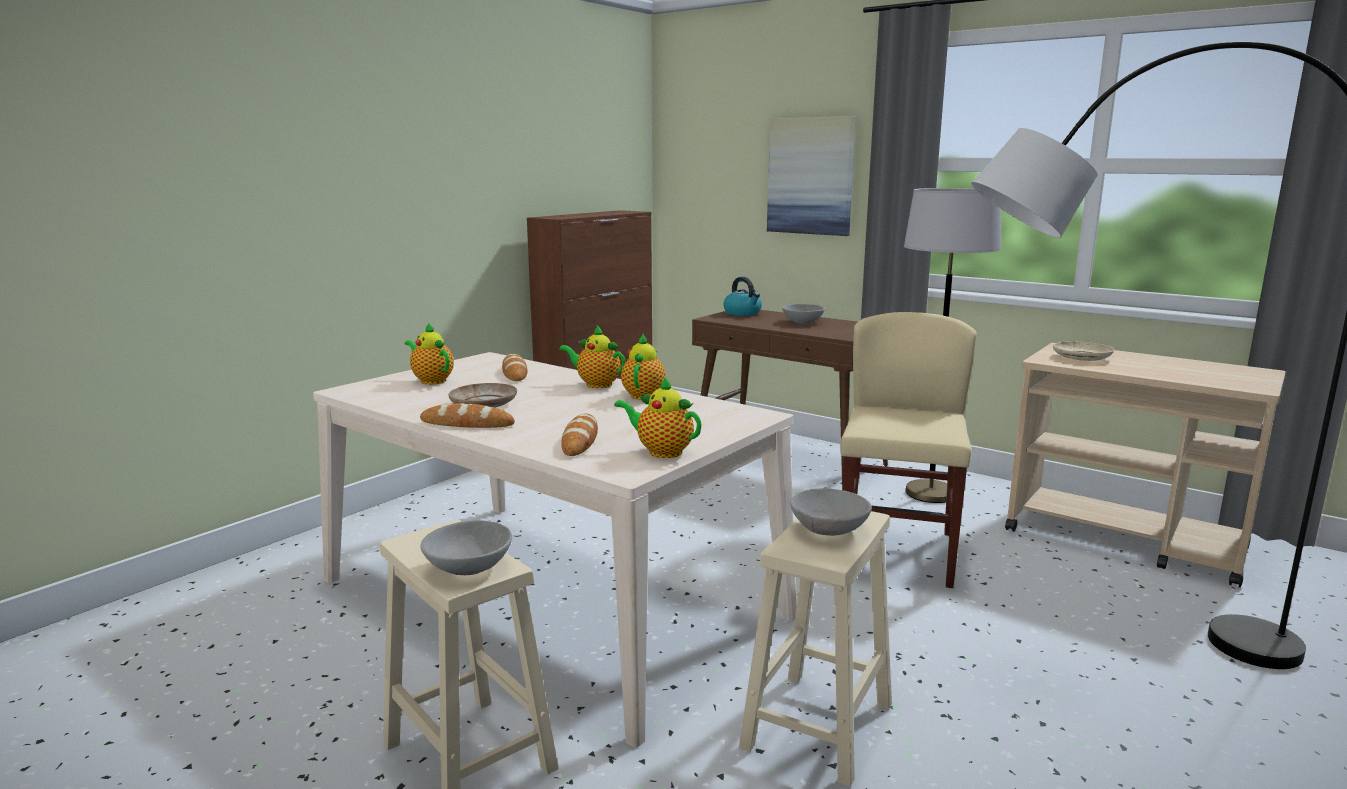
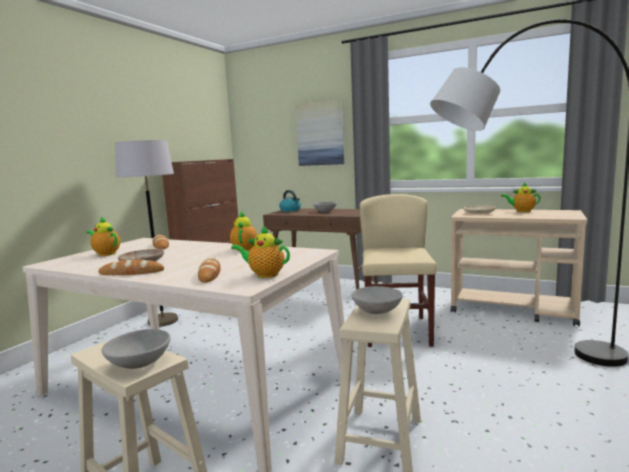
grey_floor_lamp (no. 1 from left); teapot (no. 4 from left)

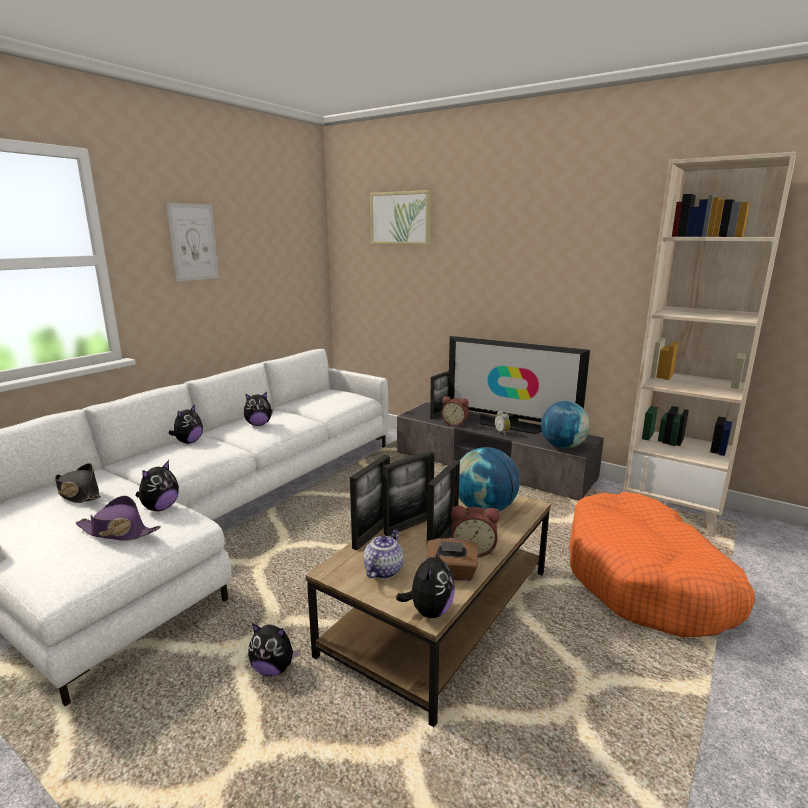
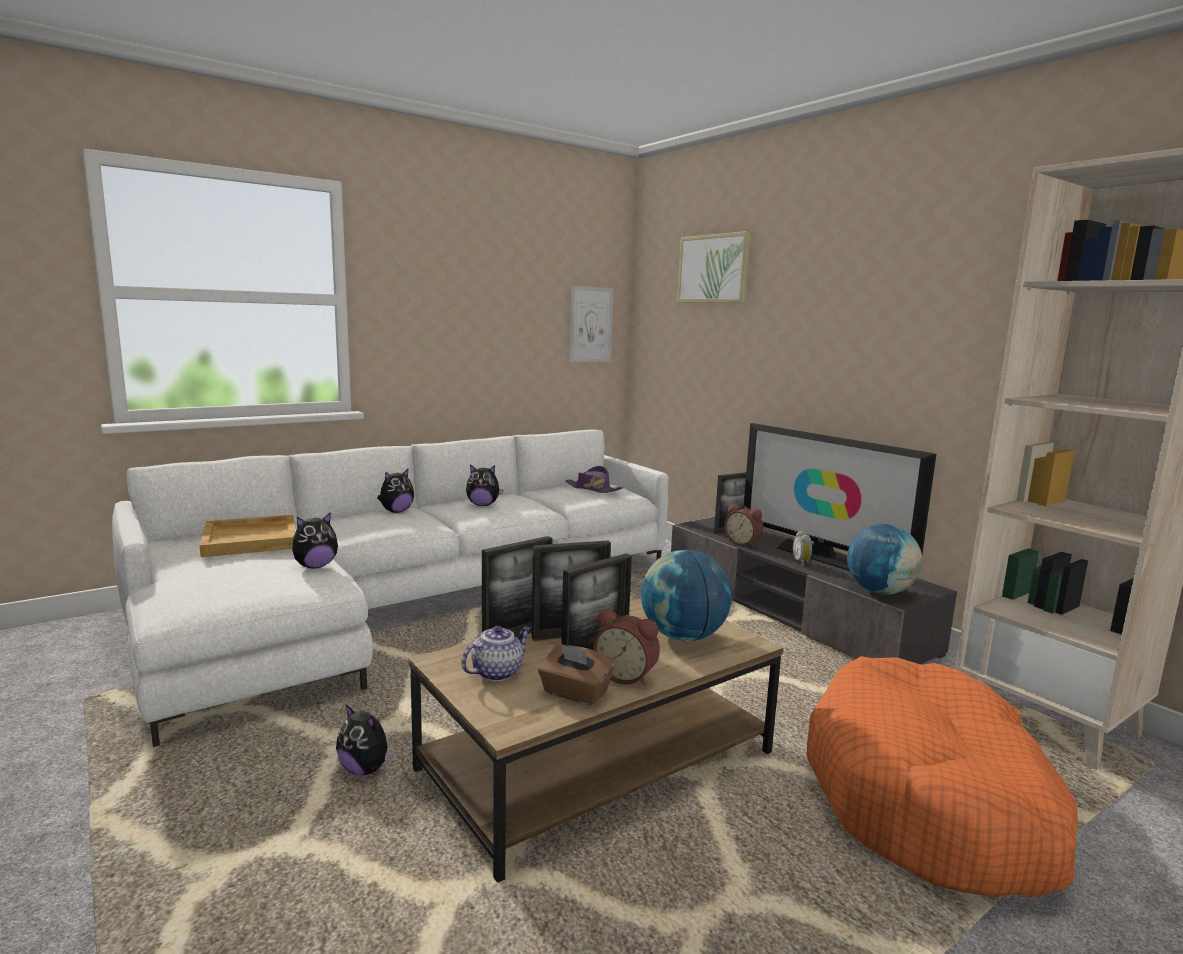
beige_tray; purple_hat; picture (no. 1 from left); plush_toy (no. 5 from left in the first image)

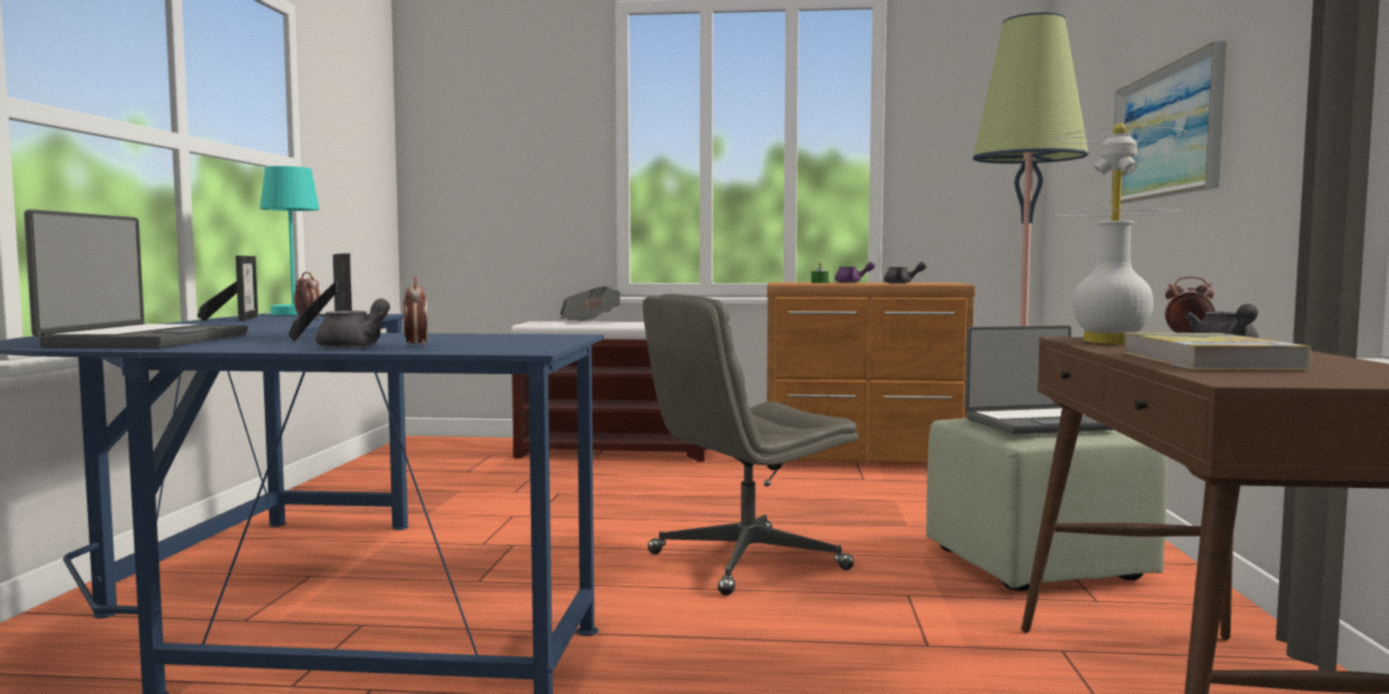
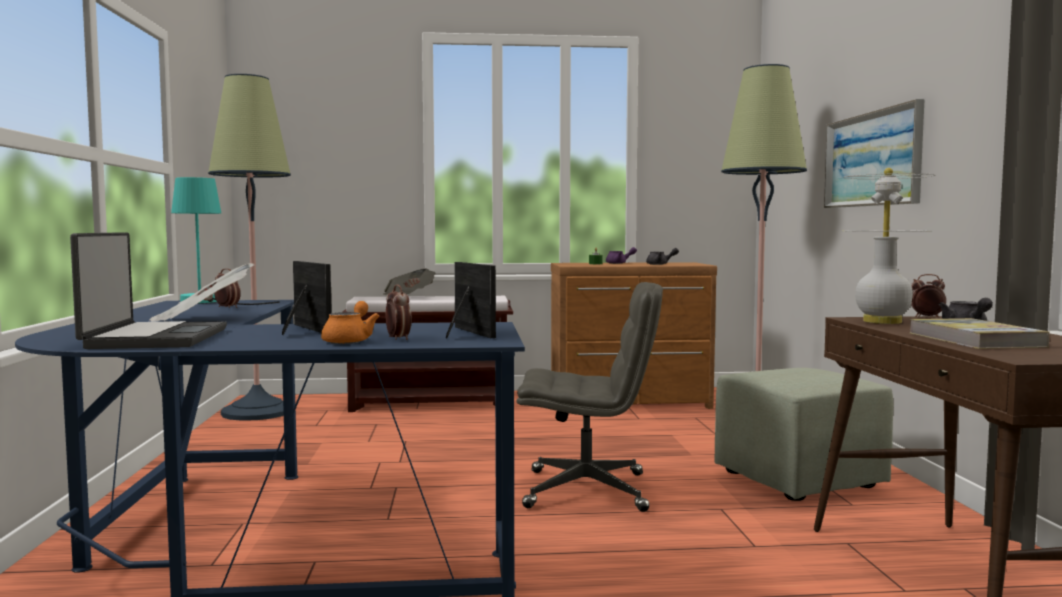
newspaper (no. 1 from left); floor_lamp (no. 1 from left); orange_teapot; picture_frame (no. 2 from left); grey_office_chair; laptop (no. 2 from left in the first image)

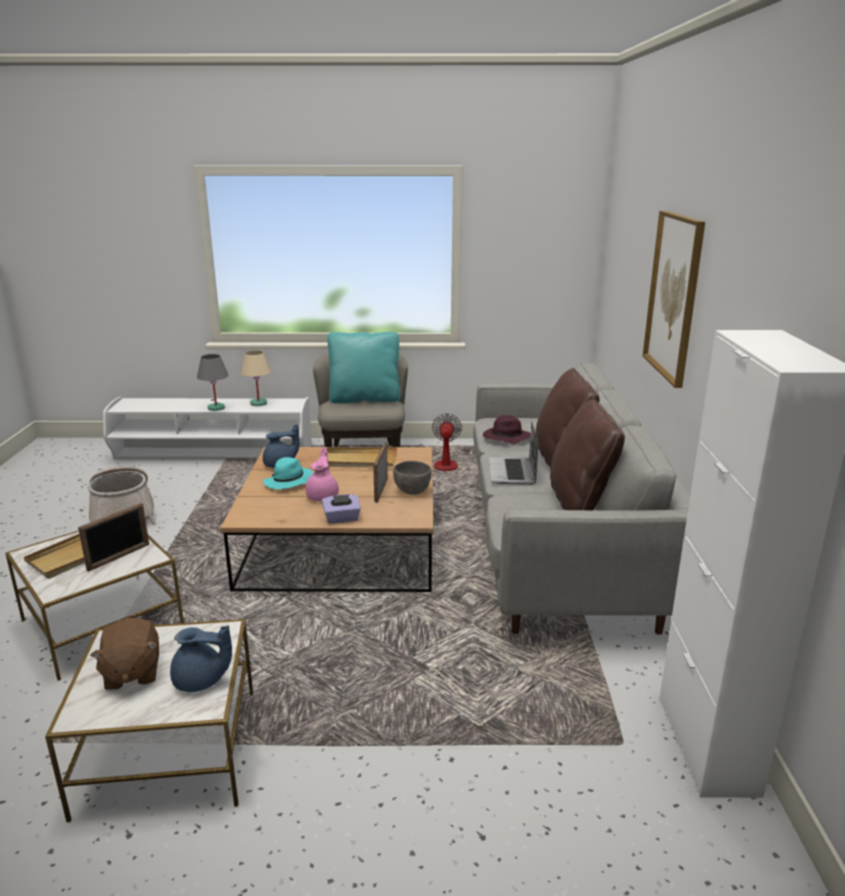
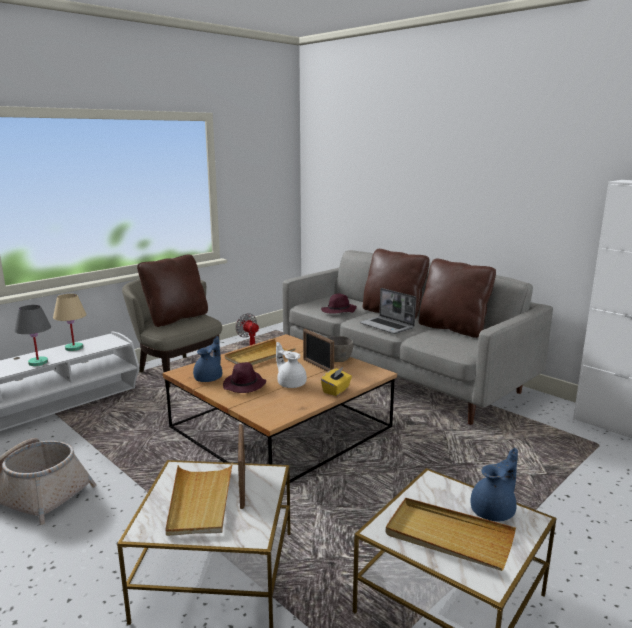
brown_pillow (no. 1 from left); purple_hat (no. 1 from left); white_teapot; yellow_tissue_box; beige_tray (no. 3 from left); picture

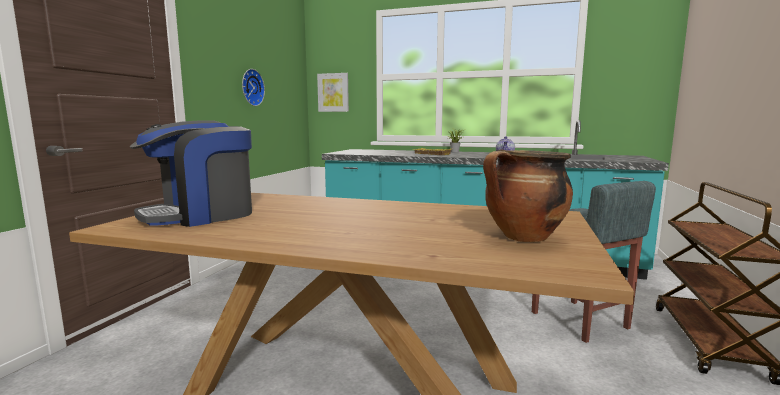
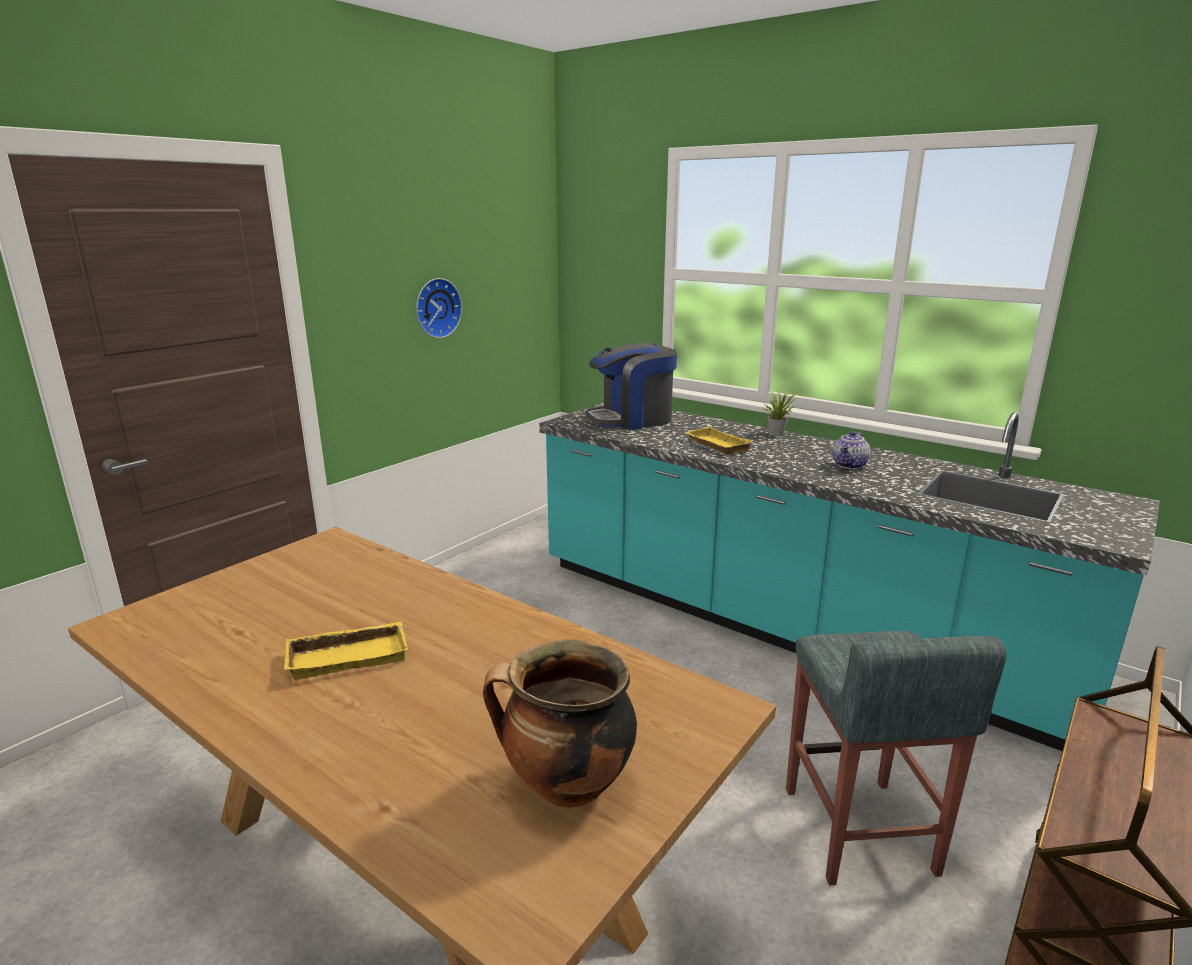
yellow_tray (no. 1 from left); coffee_machine; picture

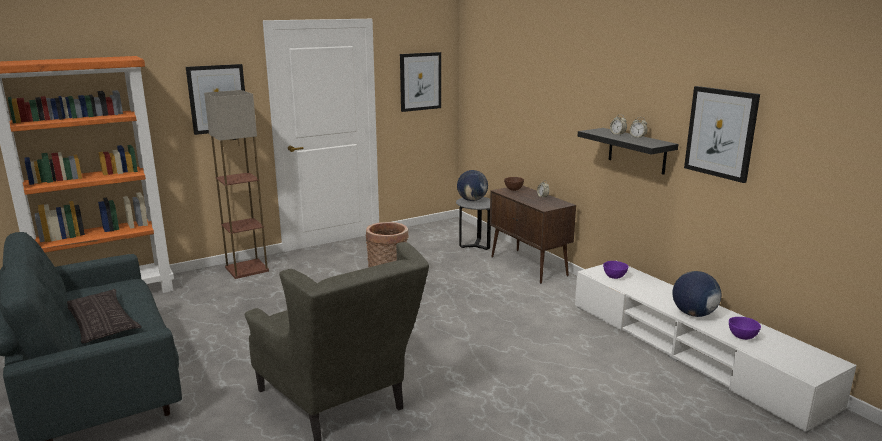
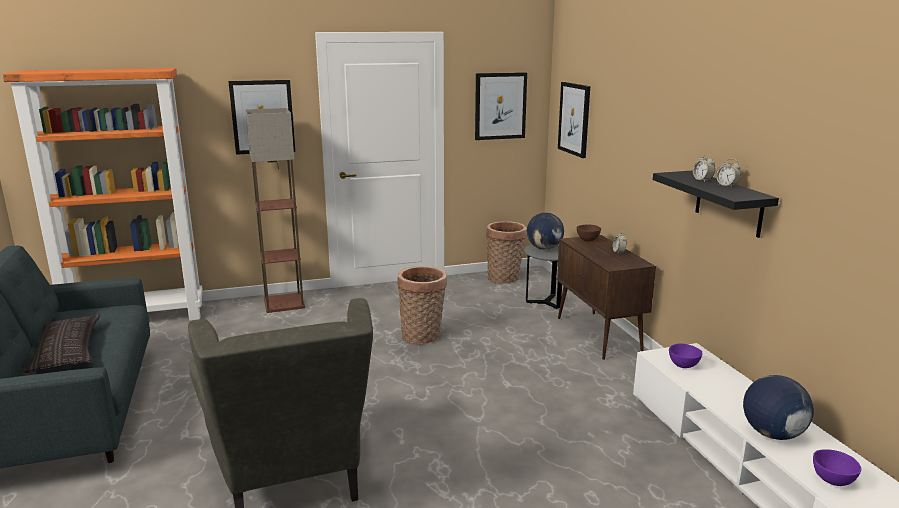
basket (no. 2 from left); picture (no. 3 from left)

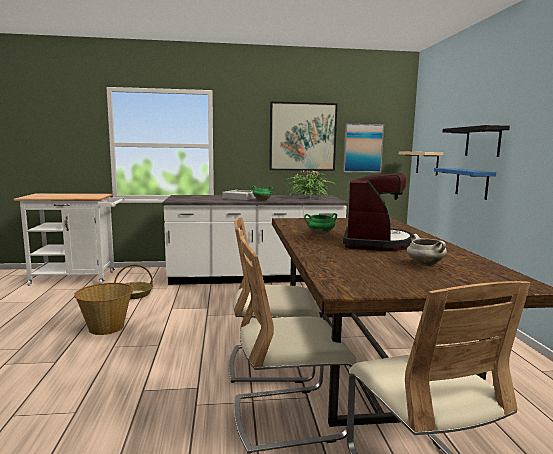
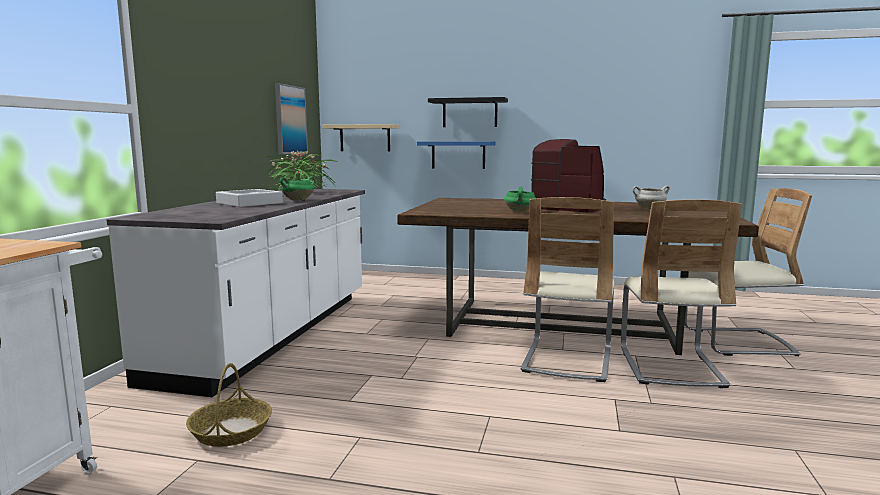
basket (no. 1 from left in the first image); picture (no. 1 from left in the first image)

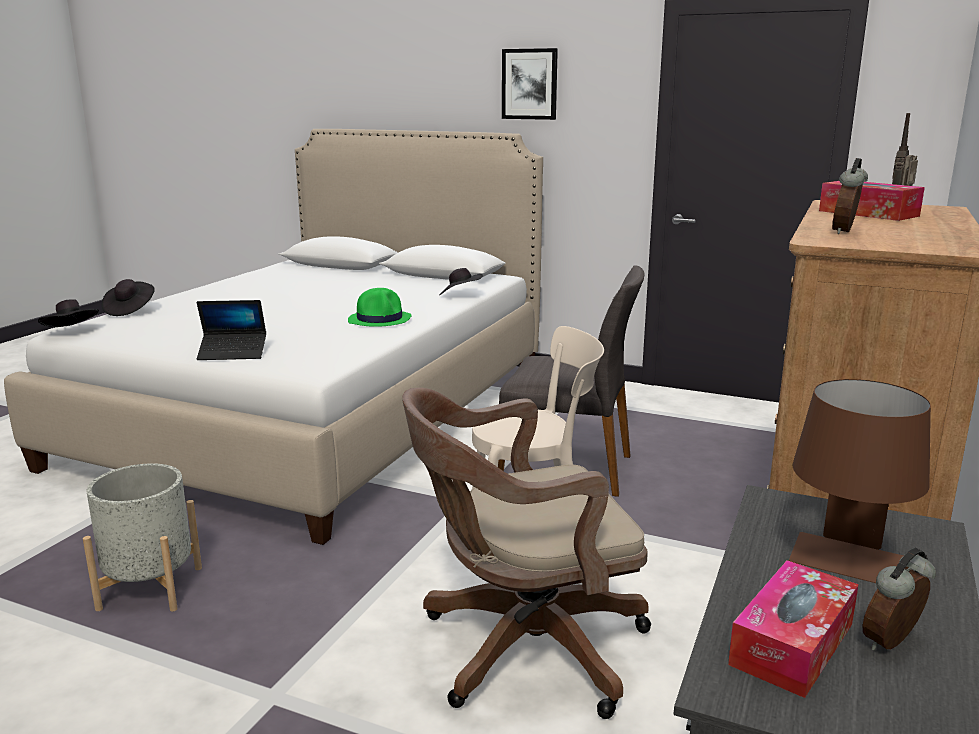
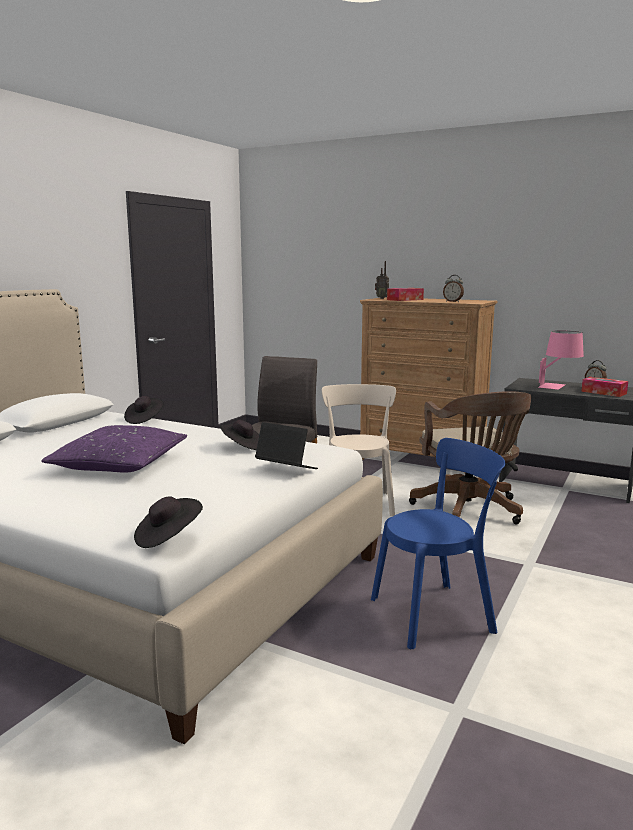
purple_pillow; black_hat (no. 3 from left); laptop; blue_chair; pink_table_lamp; green_hat; picture

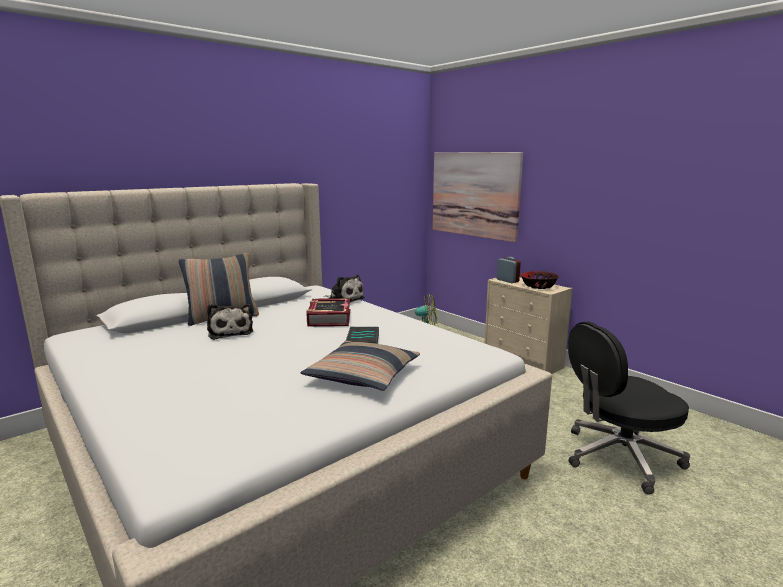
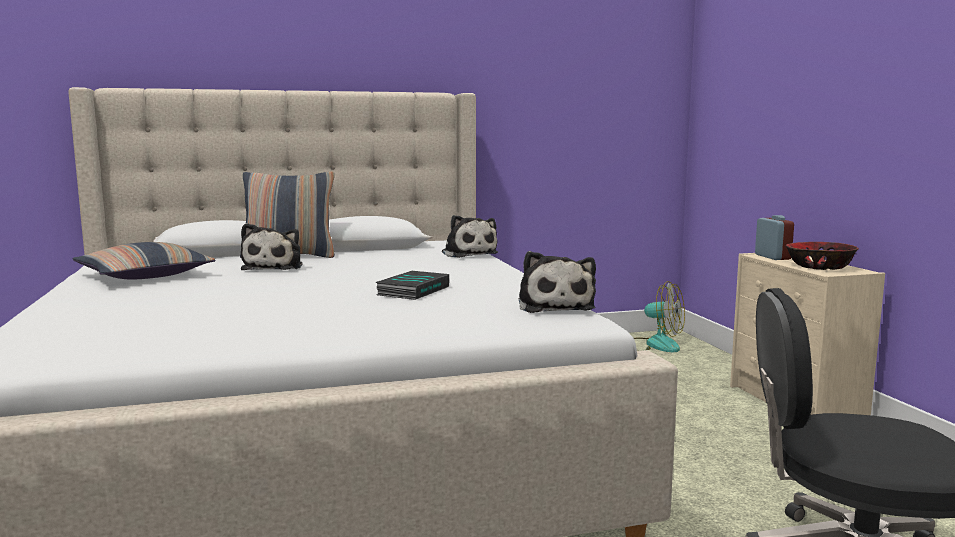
pillow (no. 1 from left); plush_toy (no. 3 from left); book (no. 1 from left in the first image); picture

